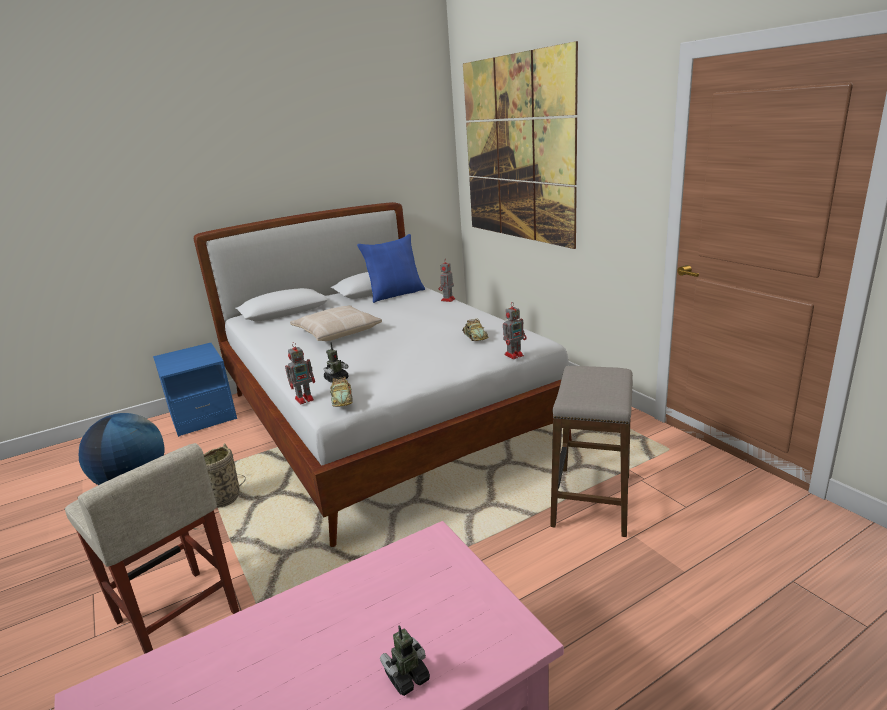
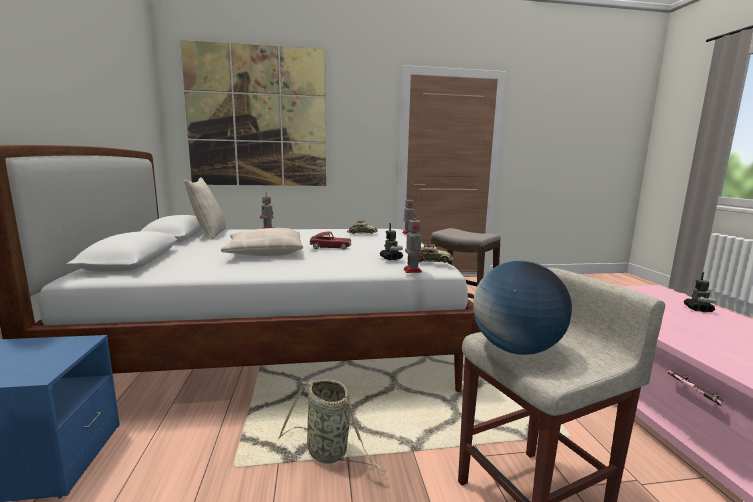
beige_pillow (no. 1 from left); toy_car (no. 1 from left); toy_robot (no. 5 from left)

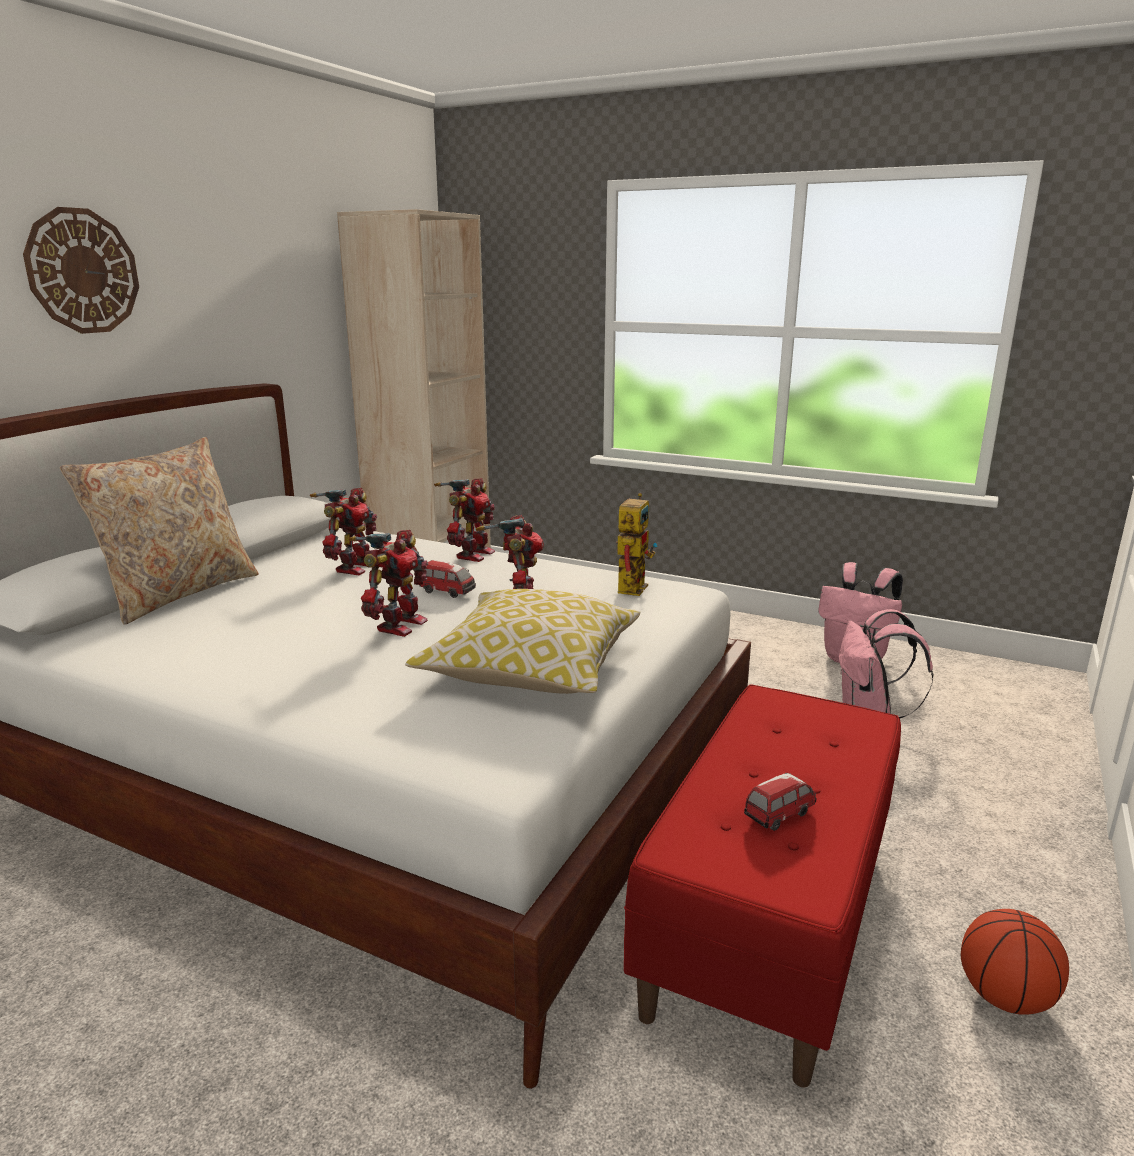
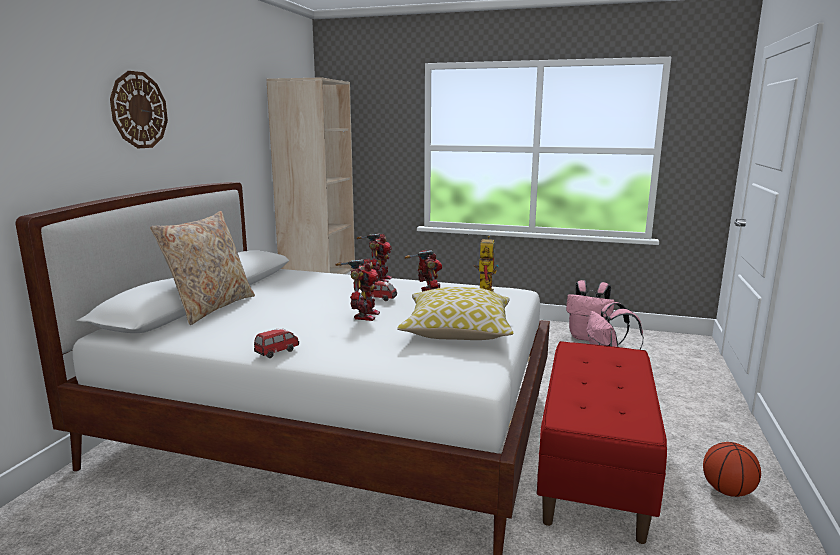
toy_car (no. 1 from left); toy_robot (no. 1 from left in the first image)

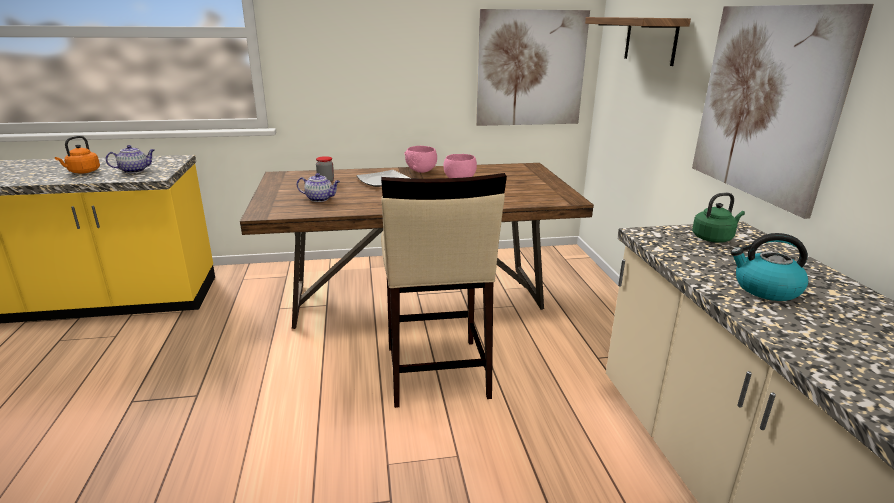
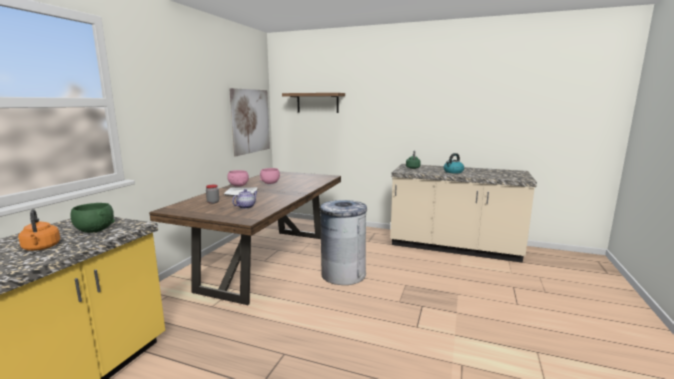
green_bowl; grey_trash_can; picture (no. 2 from left in the first image)

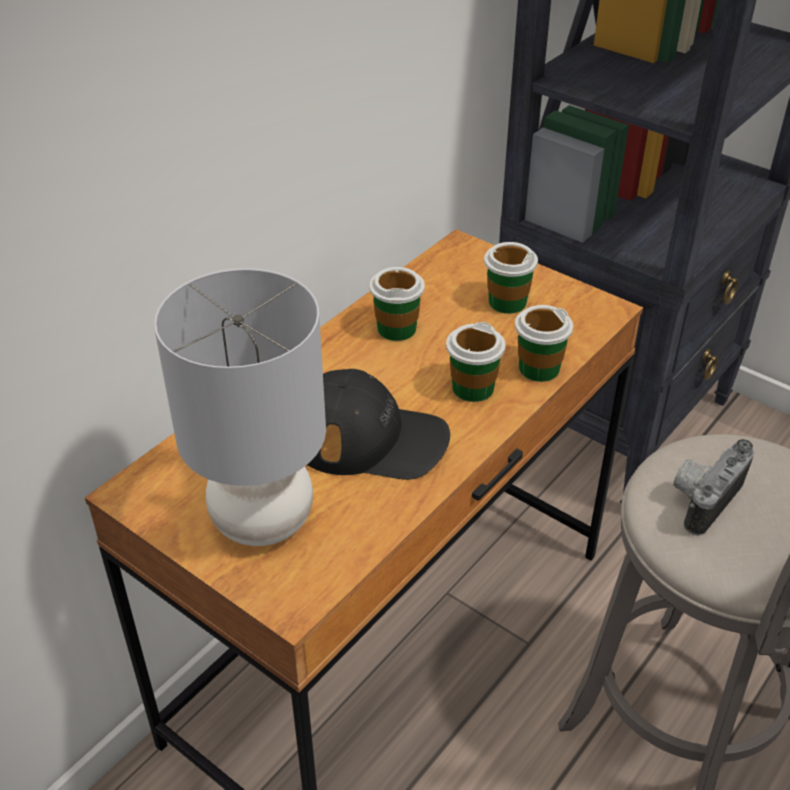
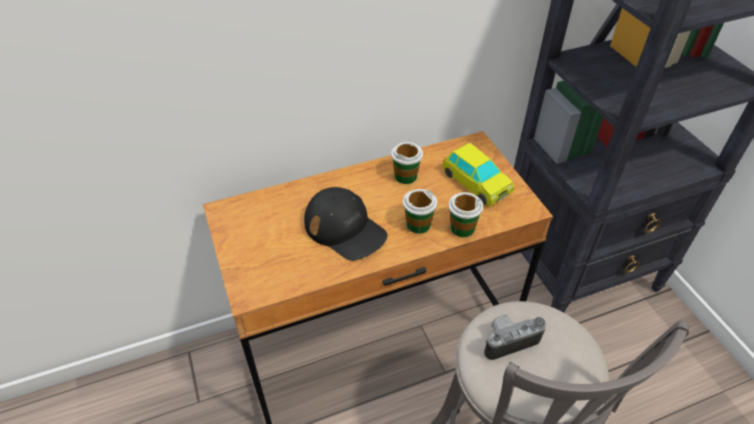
toy_car; grey_table_lamp

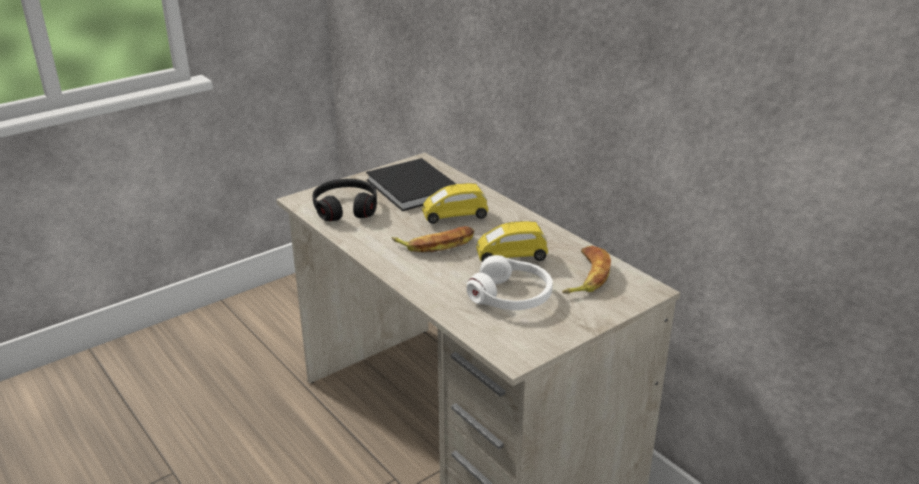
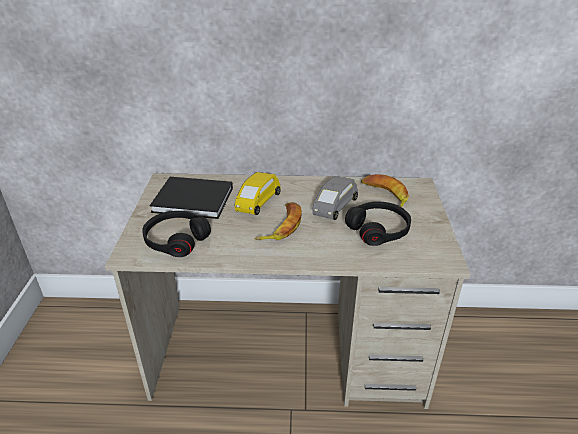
grey_toy_car; black_headphones (no. 2 from left)

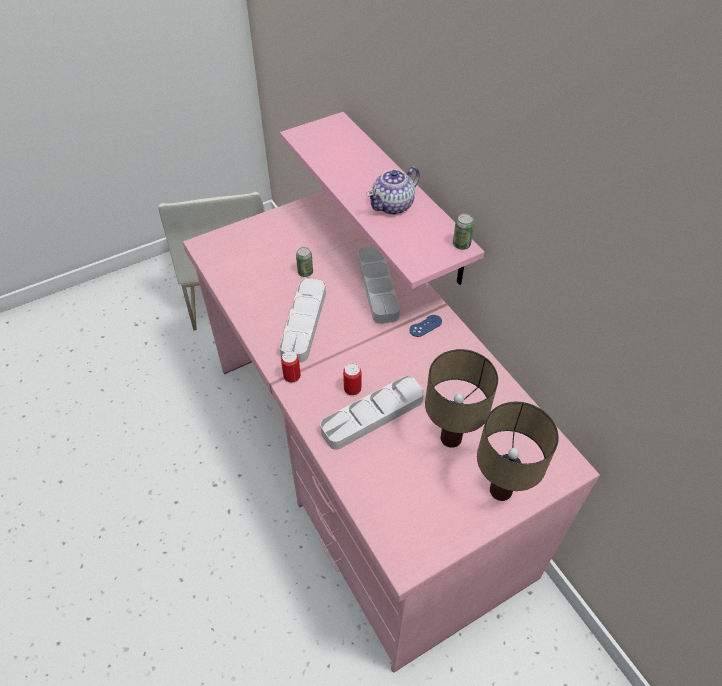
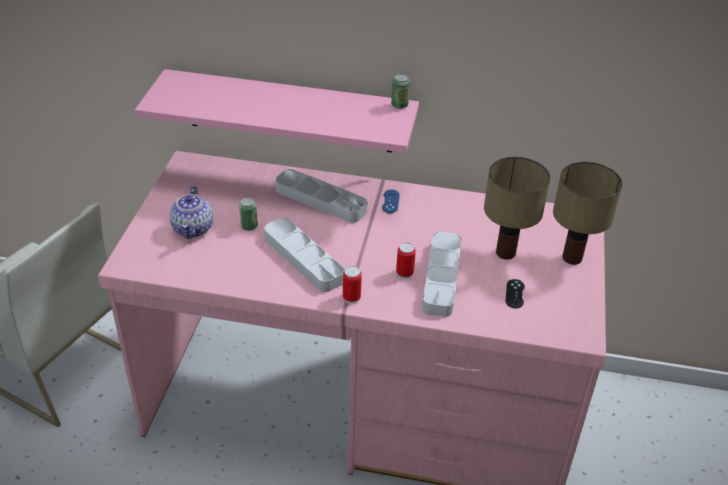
teapot; black_game_controller

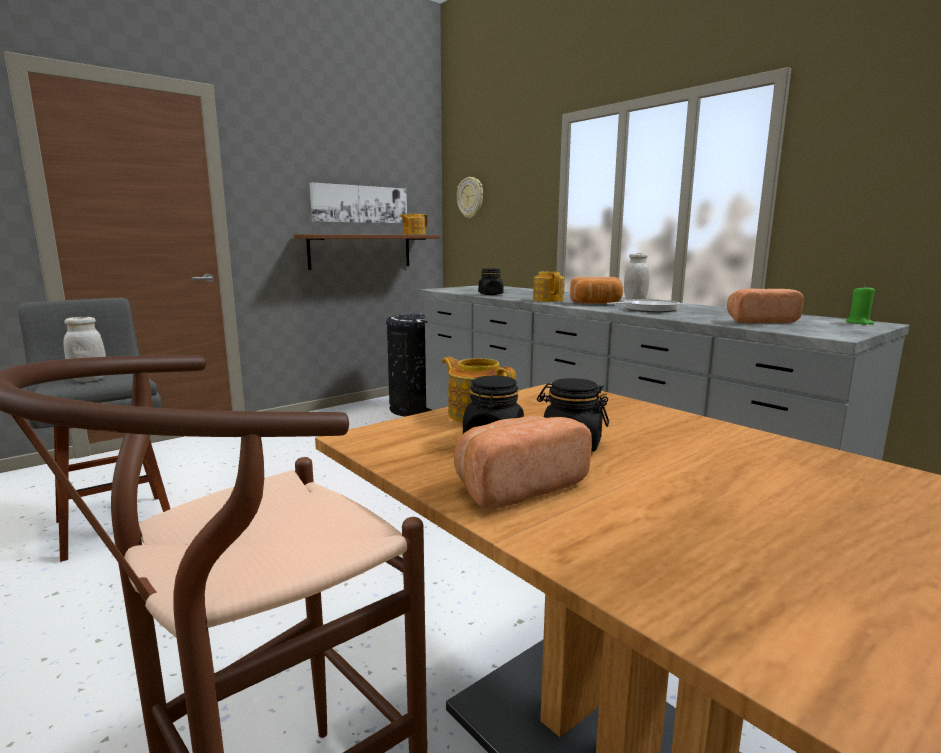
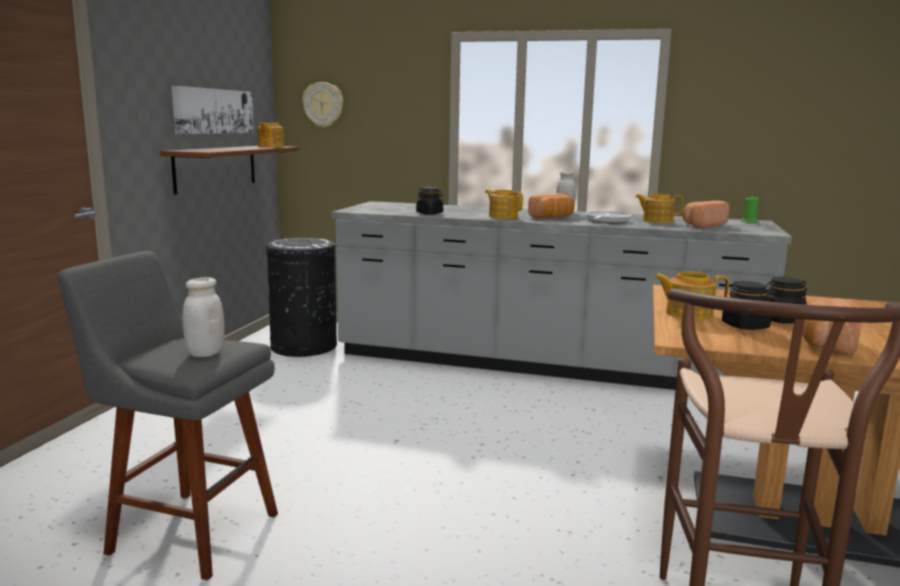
teapot (no. 3 from left)

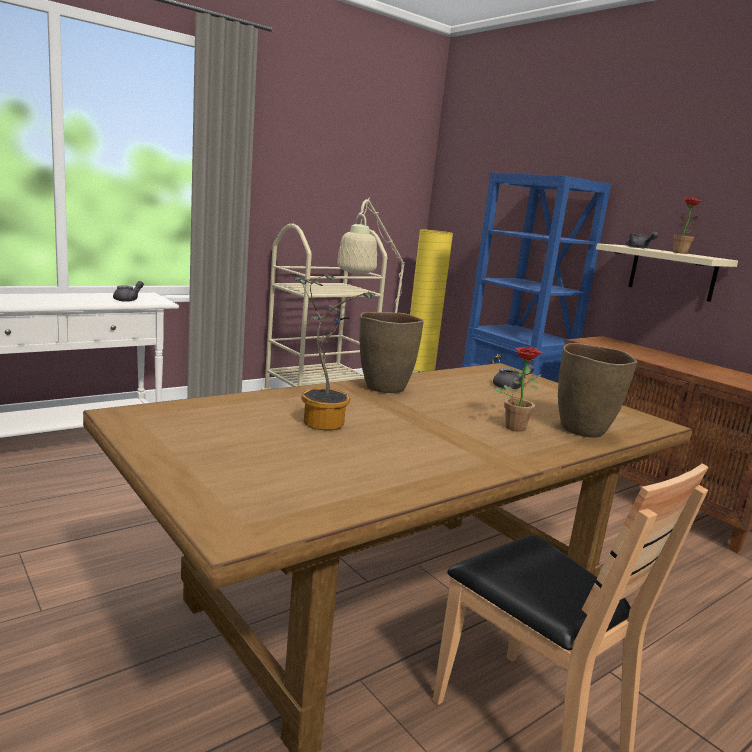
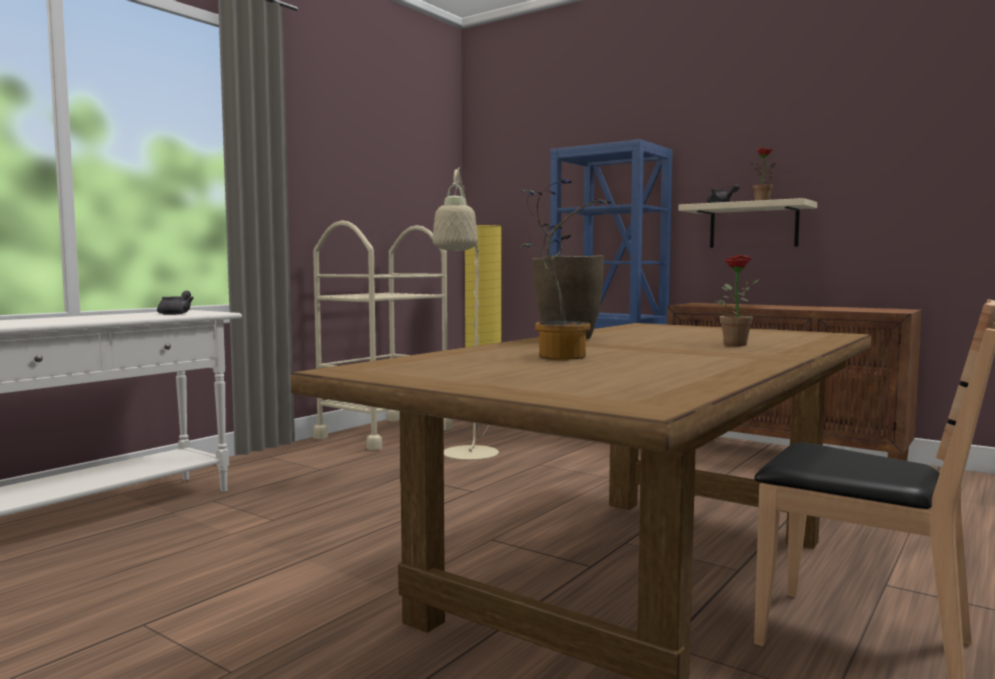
grey_teapot (no. 2 from left in the first image); brown_vase (no. 2 from left in the first image)

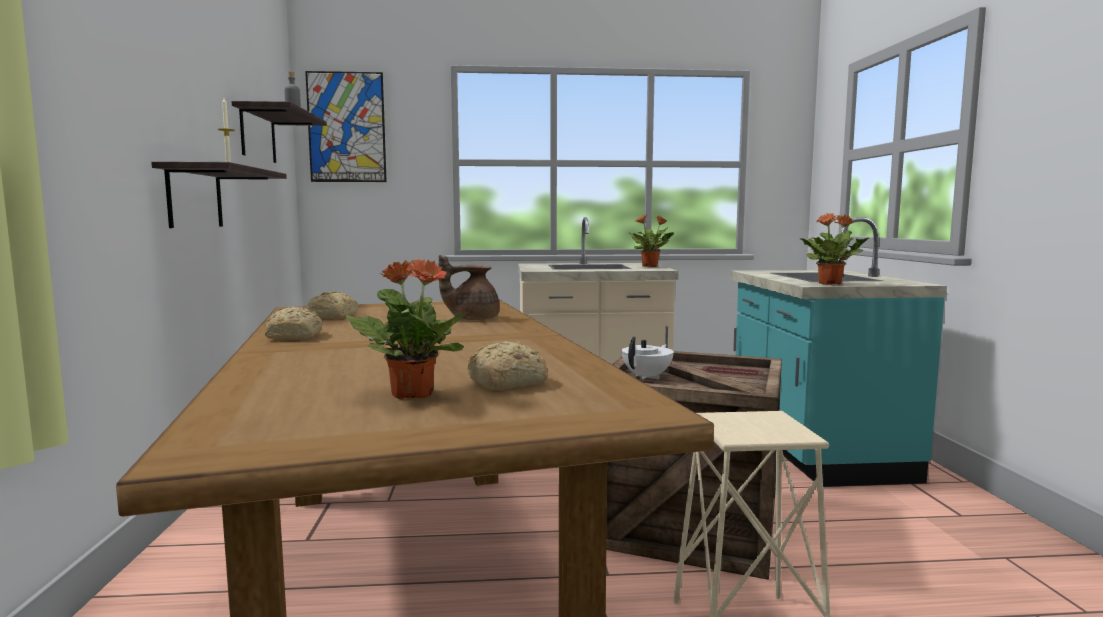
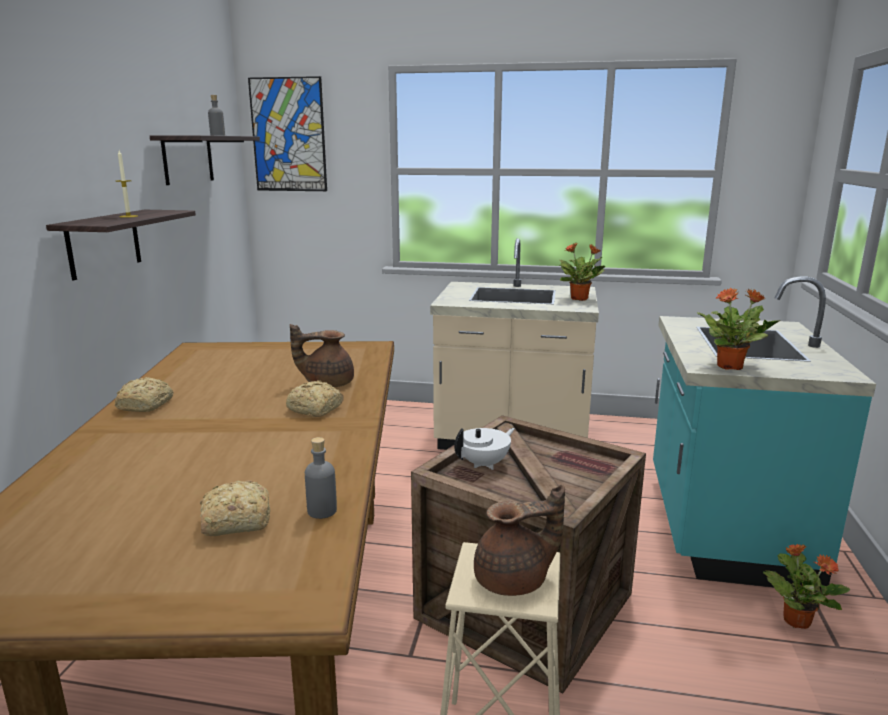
bread (no. 3 from left); grey_bottle (no. 2 from left); brown_teapot (no. 2 from left); potted_plant (no. 3 from left)

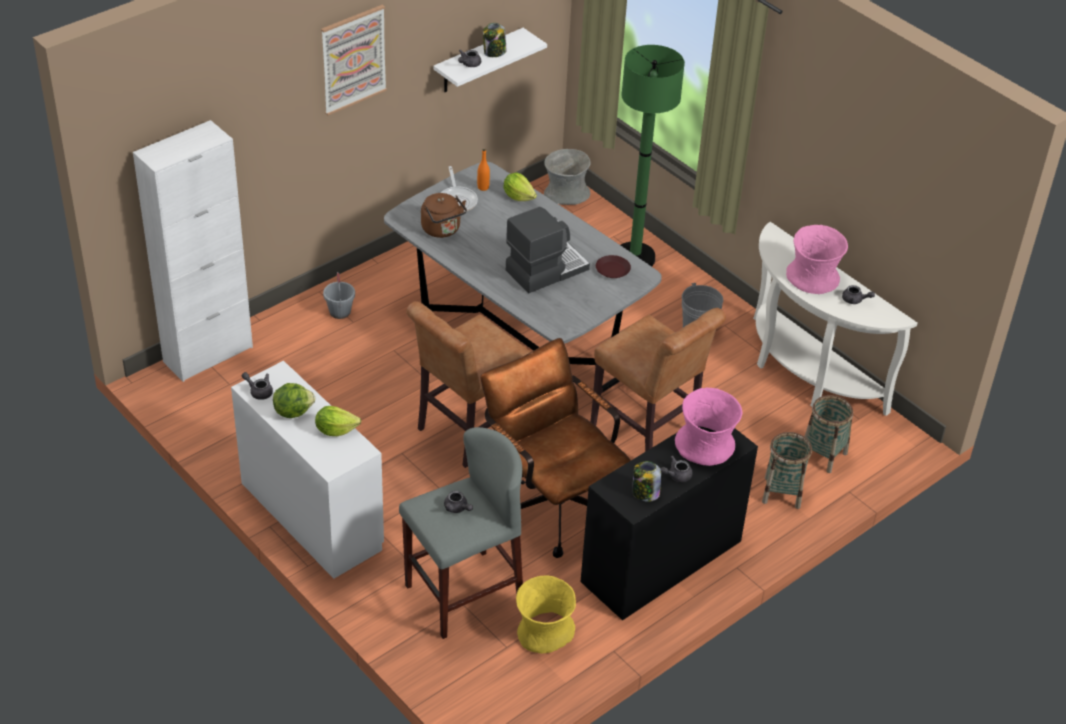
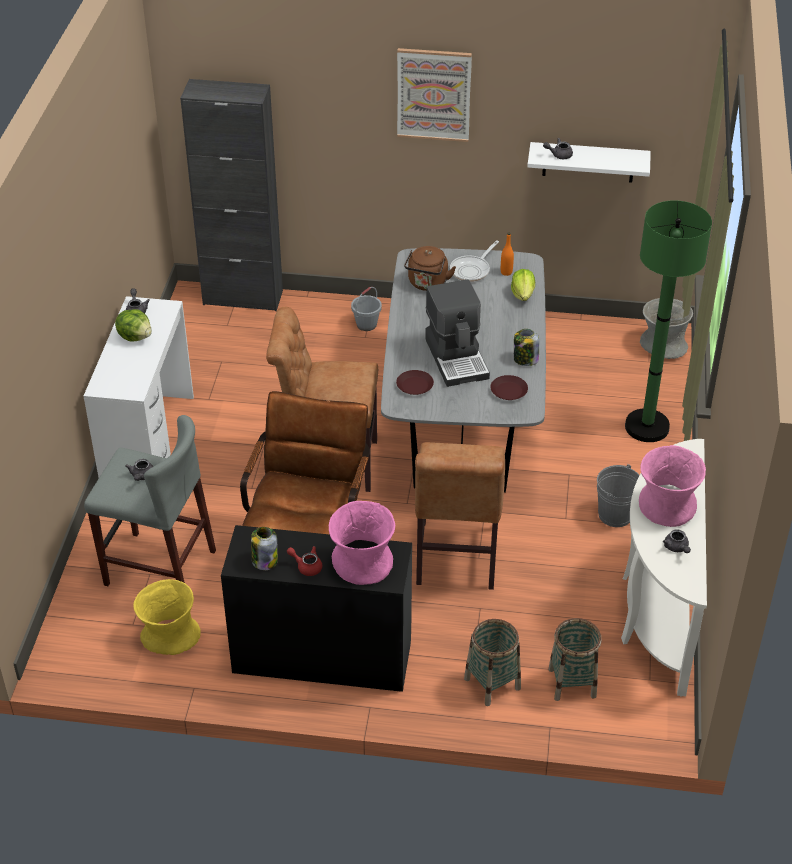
black_cabinet; red_teapot; brown_plate (no. 1 from left); coffee_machine; jar (no. 2 from left); lettuce (no. 2 from left in the first image)

